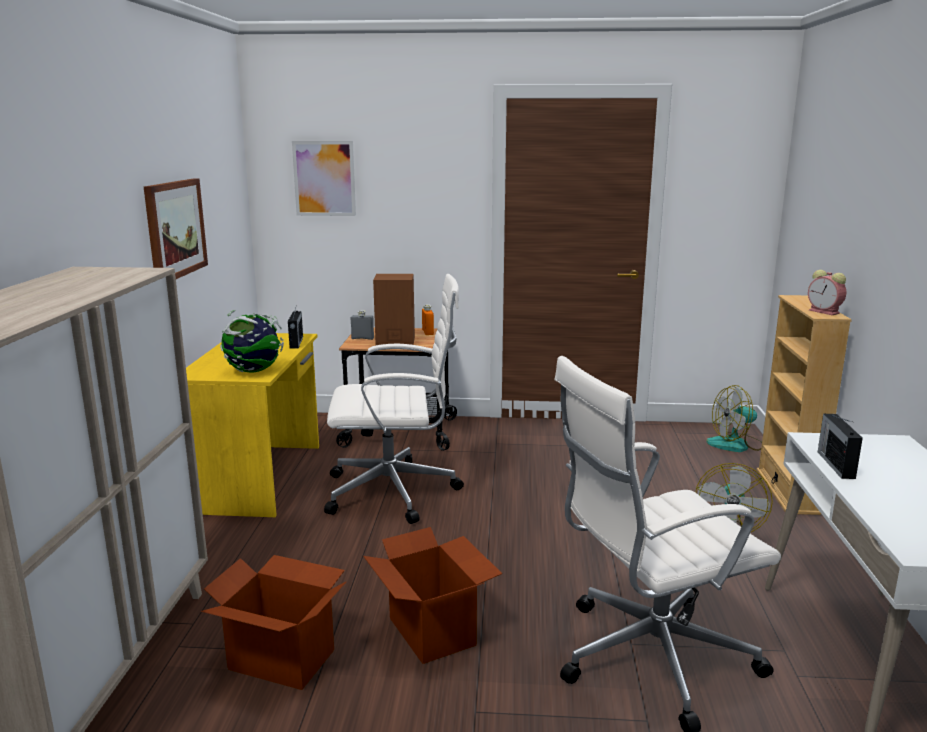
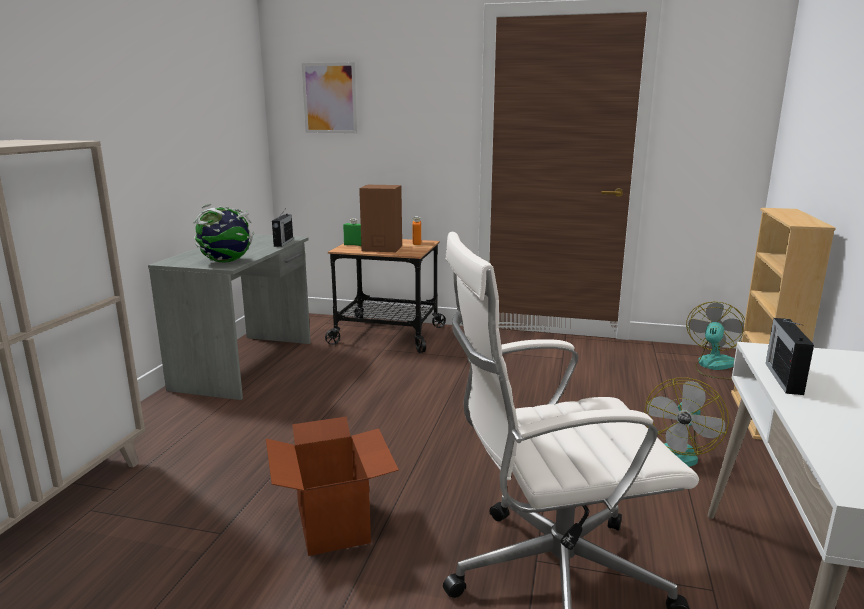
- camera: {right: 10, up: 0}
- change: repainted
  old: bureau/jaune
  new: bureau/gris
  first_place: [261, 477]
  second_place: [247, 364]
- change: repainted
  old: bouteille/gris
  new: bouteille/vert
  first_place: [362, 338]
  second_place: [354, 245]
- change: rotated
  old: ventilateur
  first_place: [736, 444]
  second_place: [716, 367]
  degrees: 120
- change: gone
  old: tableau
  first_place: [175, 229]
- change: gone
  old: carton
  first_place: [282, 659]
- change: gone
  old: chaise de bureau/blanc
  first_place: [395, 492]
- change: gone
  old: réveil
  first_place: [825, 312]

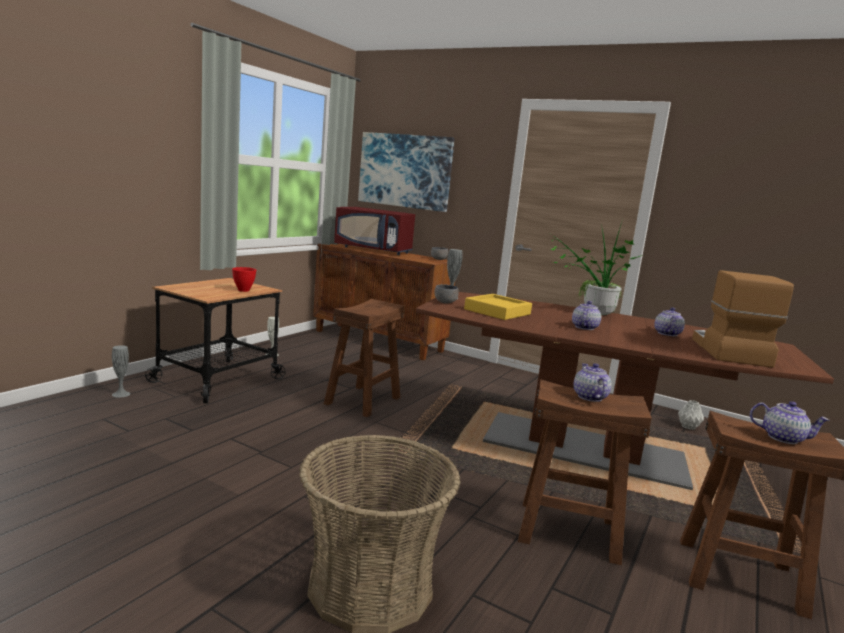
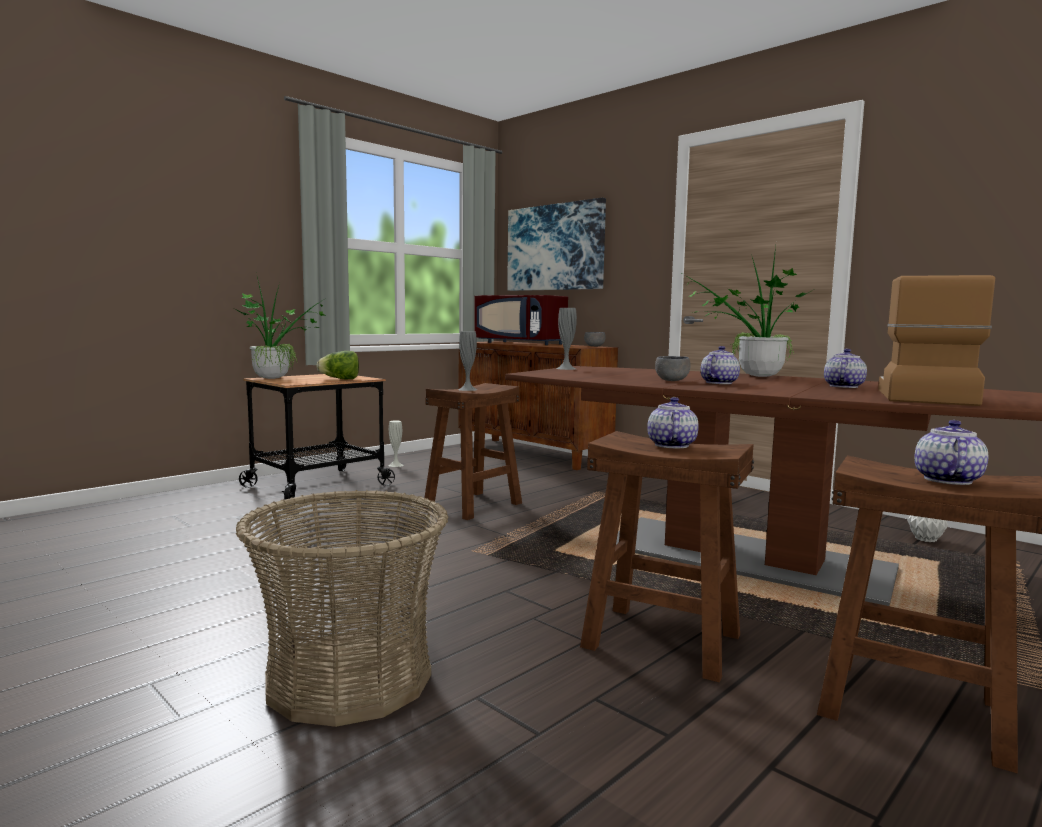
- camera: {right: 15, up: -5}
- change: new
  new: plante en pot
  second_place: [277, 378]
- change: swapped
  old: bol/rouge
  new: laitue
  first_place: [244, 290]
  second_place: [340, 379]
- change: shifted
  old: vase/gris
  first_place: [121, 394]
  second_place: [467, 389]
- change: shifted
  old: bol/gris
  first_place: [445, 303]
  second_place: [671, 381]
- change: rotated
  old: théière
  first_place: [783, 438]
  second_place: [946, 480]
  degrees: -105
- change: gone
  old: plateau/jaune
  first_place: [497, 312]

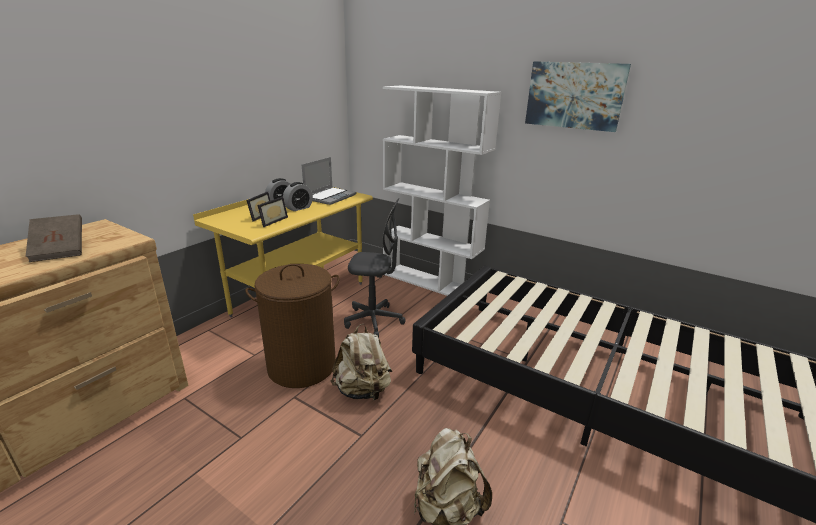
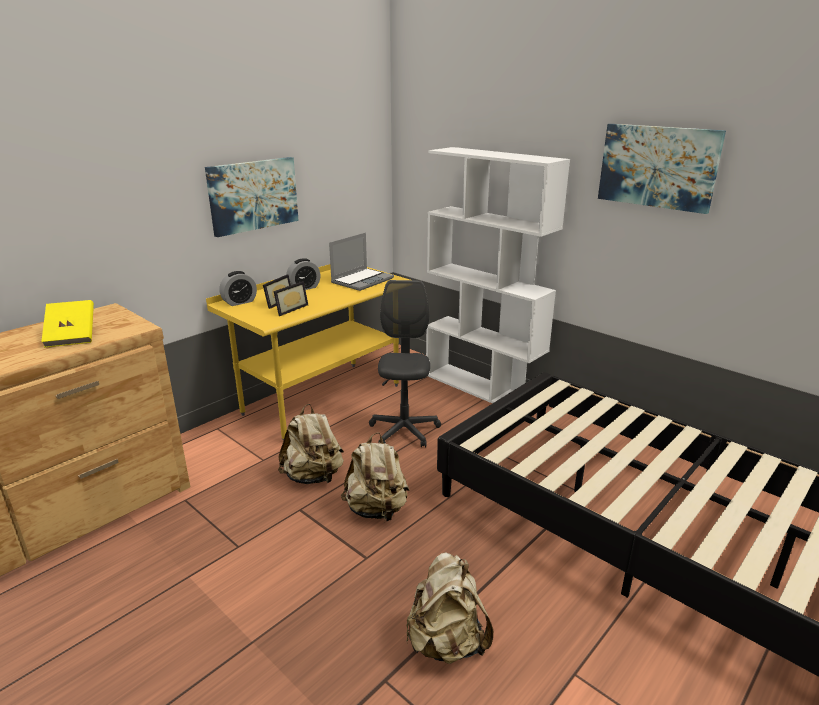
- camera: {right: 10, up: 0}
- change: repainted
  old: livre/marron
  new: livre/jaune
  first_place: [60, 250]
  second_place: [72, 336]
- change: new
  new: tableau
  second_place: [253, 195]
- change: shifted
  old: réveil
  first_place: [298, 208]
  second_place: [239, 302]
- change: swapped
  old: panier à linge/marron
  new: sac à dos/beige
  first_place: [302, 366]
  second_place: [313, 476]
- change: rotated
  old: chaise de bureau/gris
  first_place: [374, 320]
  second_place: [404, 431]
  degrees: -105

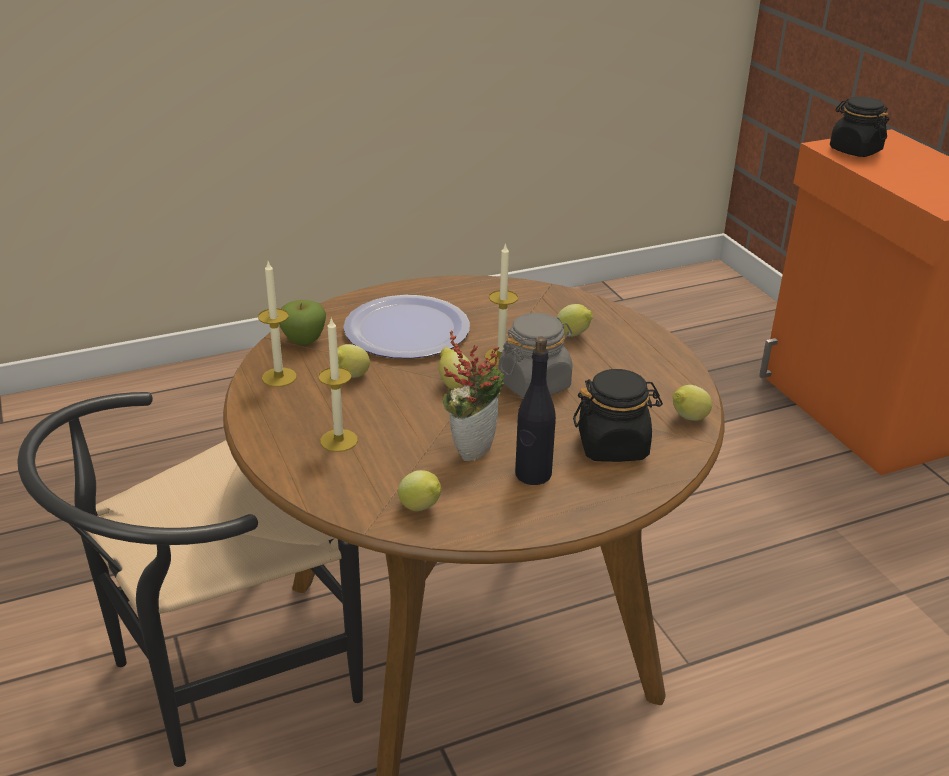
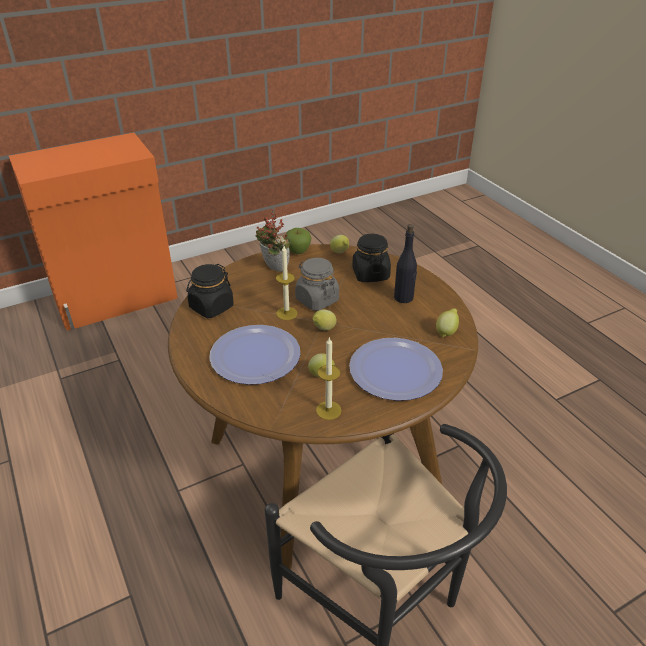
- camera: {right: -95, up: 5}
- change: shifted
  old: bocal/noir
  first_place: [854, 150]
  second_place: [211, 307]
- change: shifted
  old: plante en pot
  first_place: [472, 447]
  second_place: [273, 269]
- change: shifted
  old: pomme
  first_place: [303, 341]
  second_place: [298, 251]
- change: swapped
  old: bougie
  new: assiette
  first_place: [339, 440]
  second_place: [395, 370]
- change: gone
  old: citron
  first_place: [574, 335]

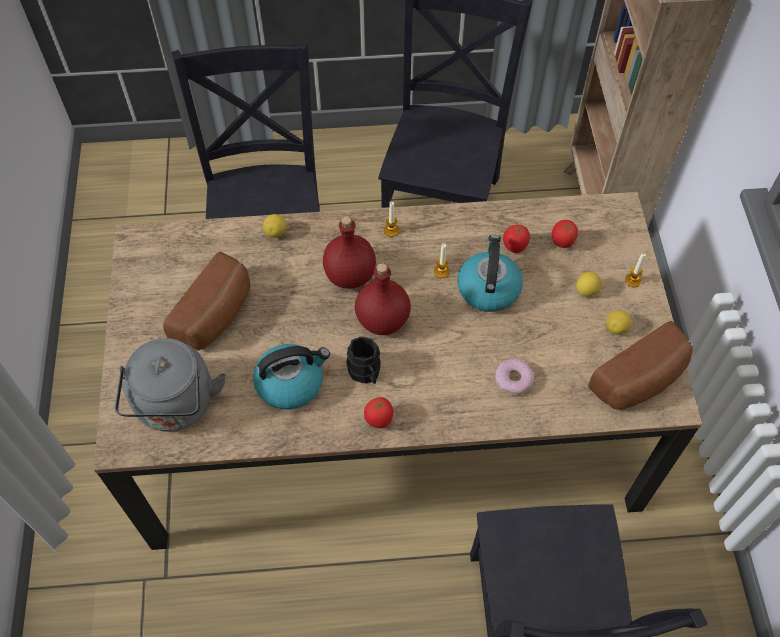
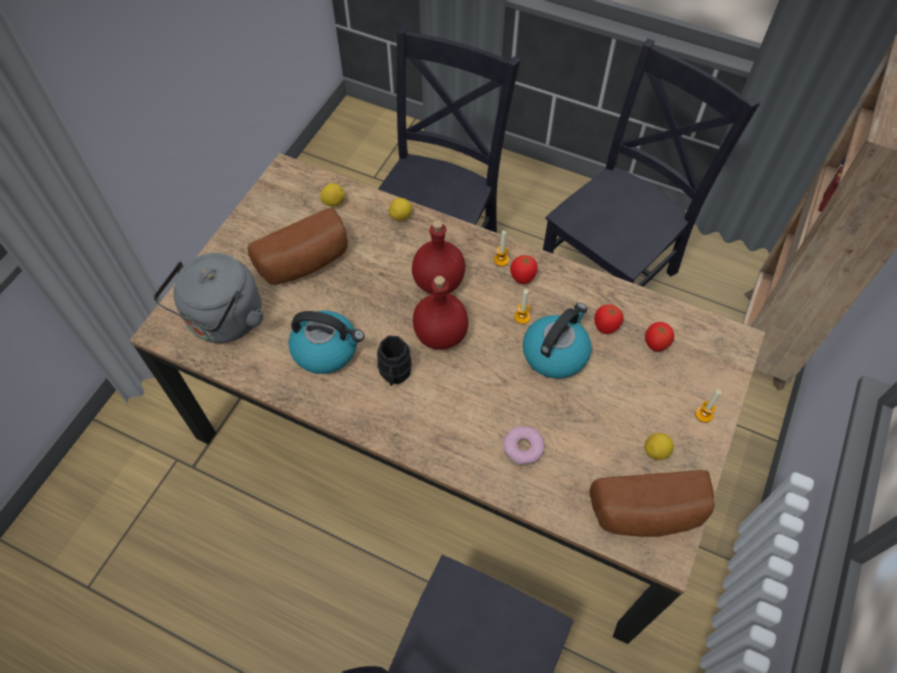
- camera: {right: 30, up: 0}
- change: shifted
  old: citron
  first_place: [586, 290]
  second_place: [333, 202]
- change: shifted
  old: tomate
  first_place: [379, 420]
  second_place: [522, 278]

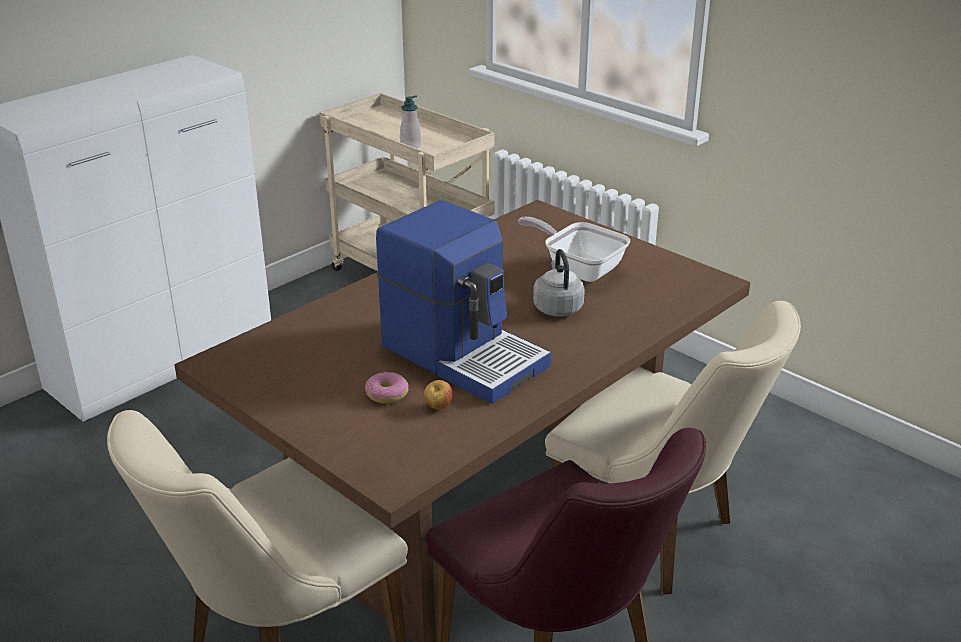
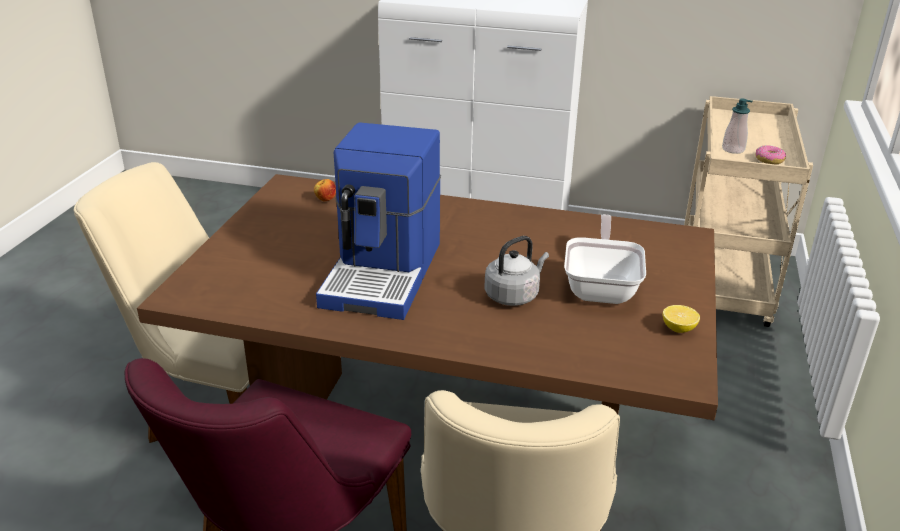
- camera: {right: 60, up: 0}
- change: shifted
  old: pomme
  first_place: [438, 407]
  second_place: [325, 200]
- change: new
  new: citron
  second_place: [678, 329]
- change: shifted
  old: beignet
  first_place: [386, 394]
  second_place: [769, 160]

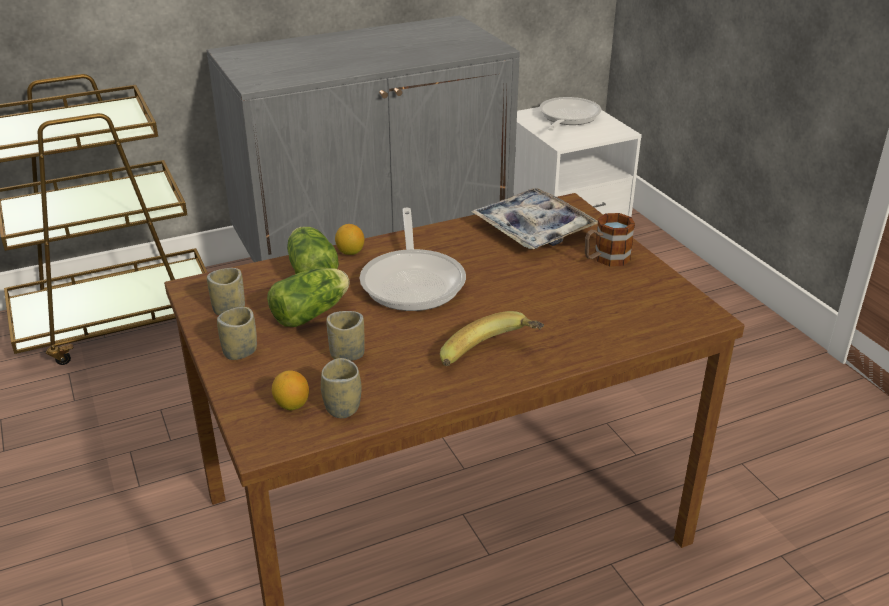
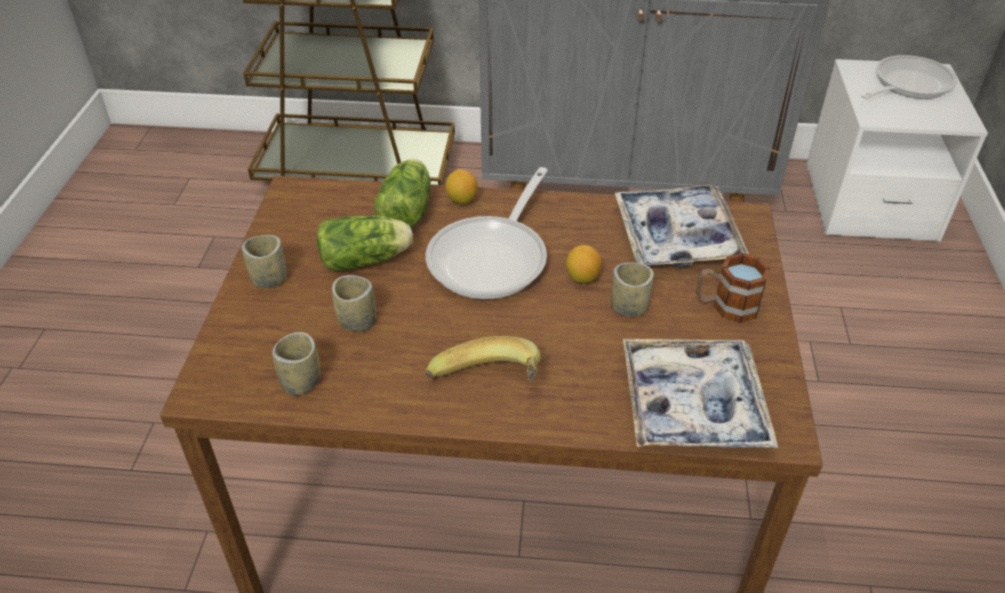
- camera: {right: 30, up: 10}
- change: shifted
  old: citron
  first_place: [292, 405]
  second_place: [582, 278]
- change: shifted
  old: tasse
  first_place: [229, 309]
  second_place: [629, 307]
- change: new
  new: plateau
  second_place: [692, 404]

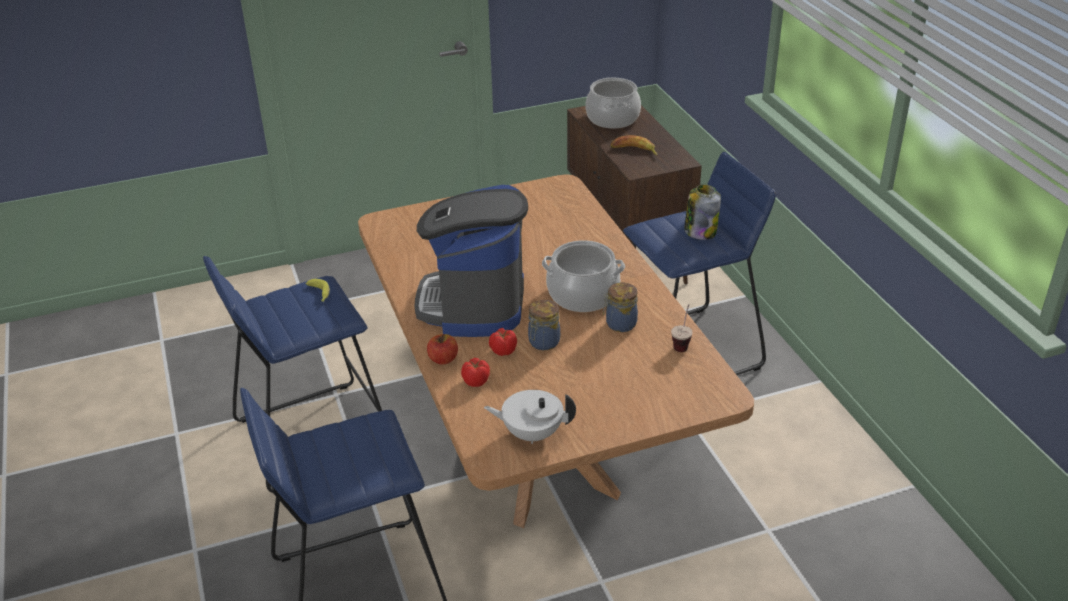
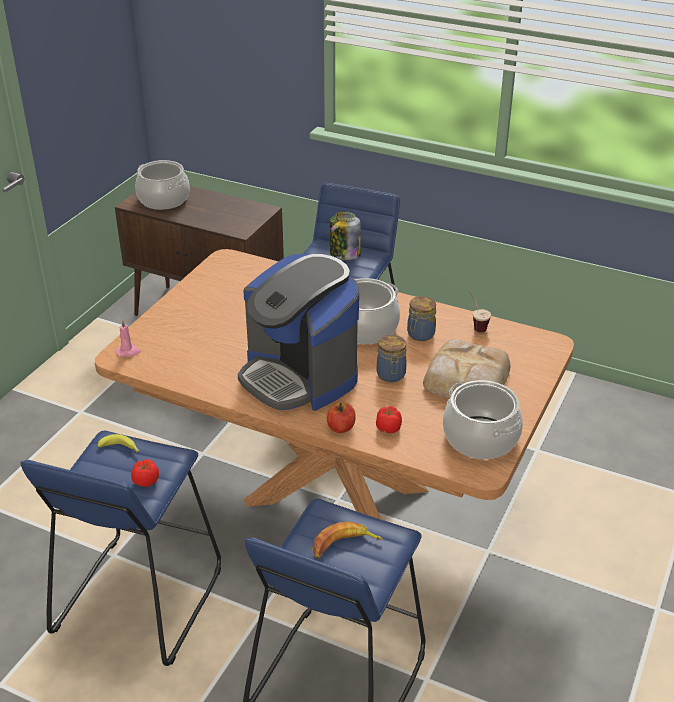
- camera: {right: -45, up: 0}
- change: new
  new: bougie/rose
  second_place: [128, 352]
- change: shifted
  old: tomate
  first_place: [503, 350]
  second_place: [145, 481]
- change: shifted
  old: banane
  first_place: [634, 150]
  second_place: [343, 545]
- change: new
  new: pain
  second_place: [465, 379]
- change: swapped
  old: théière/blanc
  new: marmite
  first_place: [532, 433]
  second_place: [480, 438]

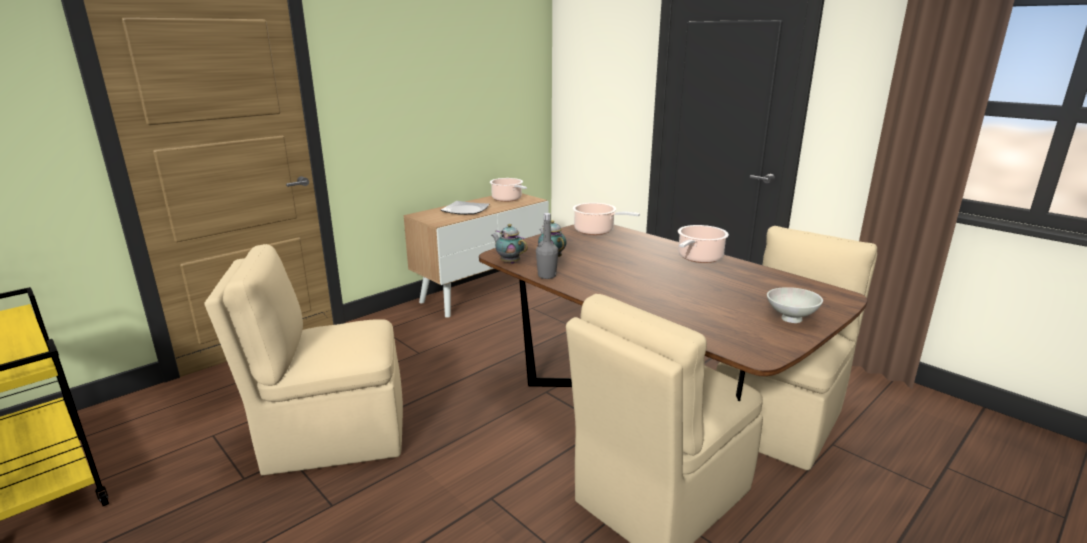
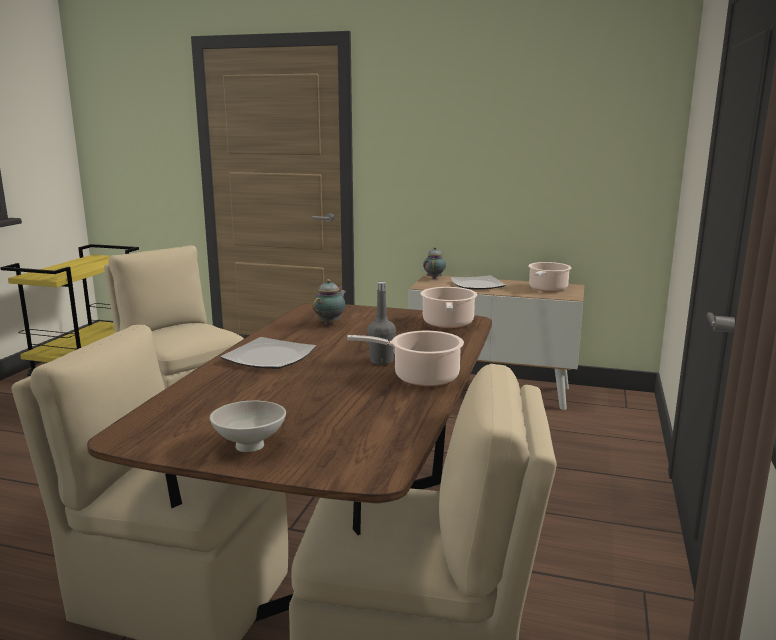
- camera: {right: 60, up: -5}
- change: new
  new: assiette
  second_place: [270, 357]
- change: shifted
  old: bouteille/gris
  first_place: [547, 276]
  second_place: [381, 361]
- change: shifted
  old: théière
  first_place: [509, 262]
  second_place: [434, 278]

